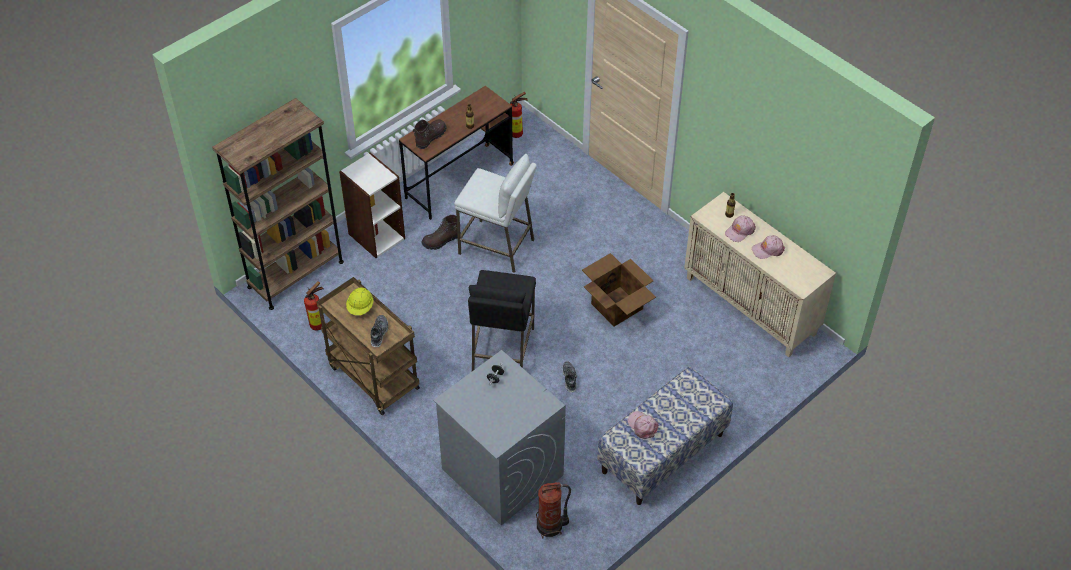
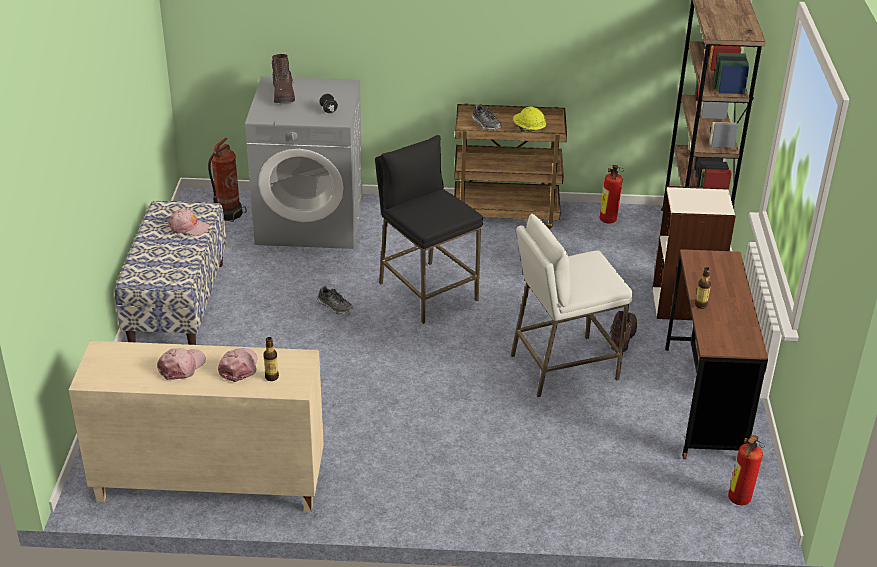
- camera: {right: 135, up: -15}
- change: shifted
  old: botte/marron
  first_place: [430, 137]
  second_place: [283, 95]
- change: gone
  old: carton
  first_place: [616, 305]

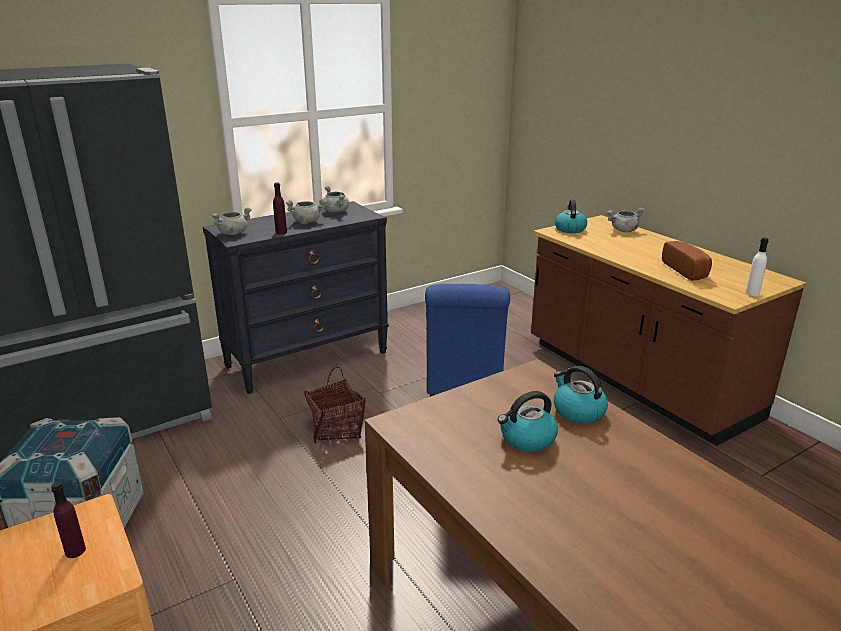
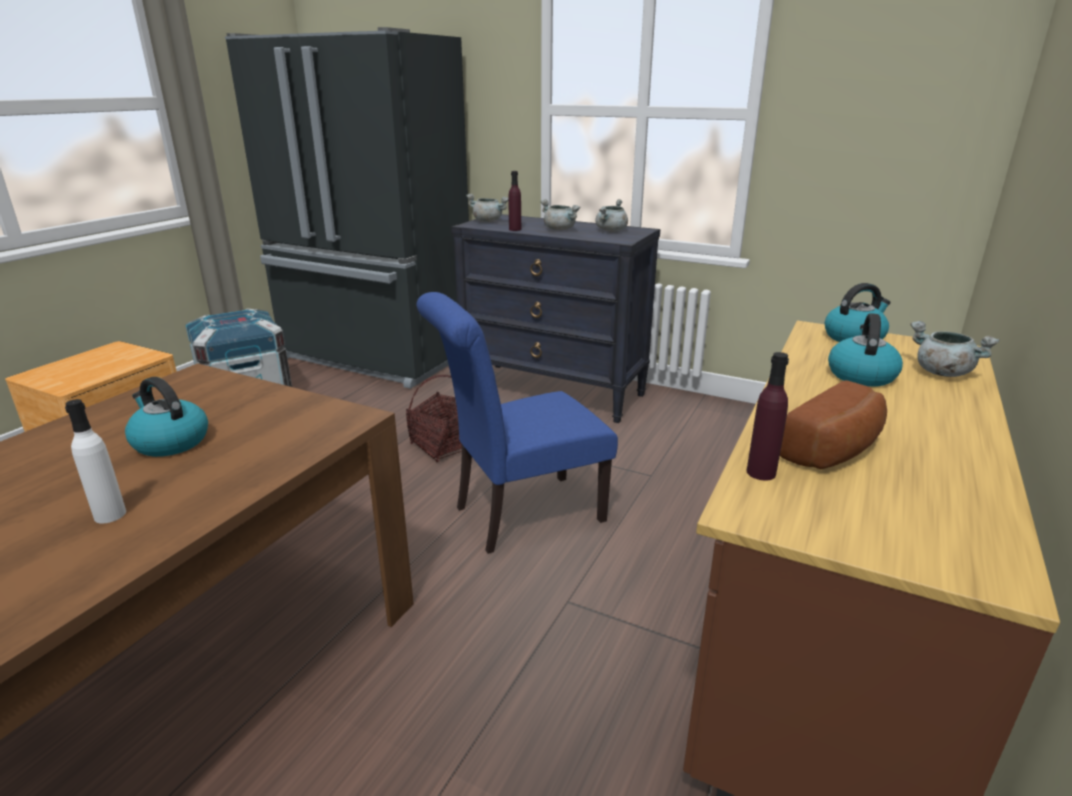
- camera: {right: 60, up: 0}
- change: shifted
  old: bouteille/blanc
  first_place: [752, 293]
  second_place: [110, 515]
- change: shifted
  old: bouteille/violet
  first_place: [75, 551]
  second_place: [761, 472]
- change: shifted
  old: bouilloire
  first_place: [578, 411]
  second_place: [860, 375]

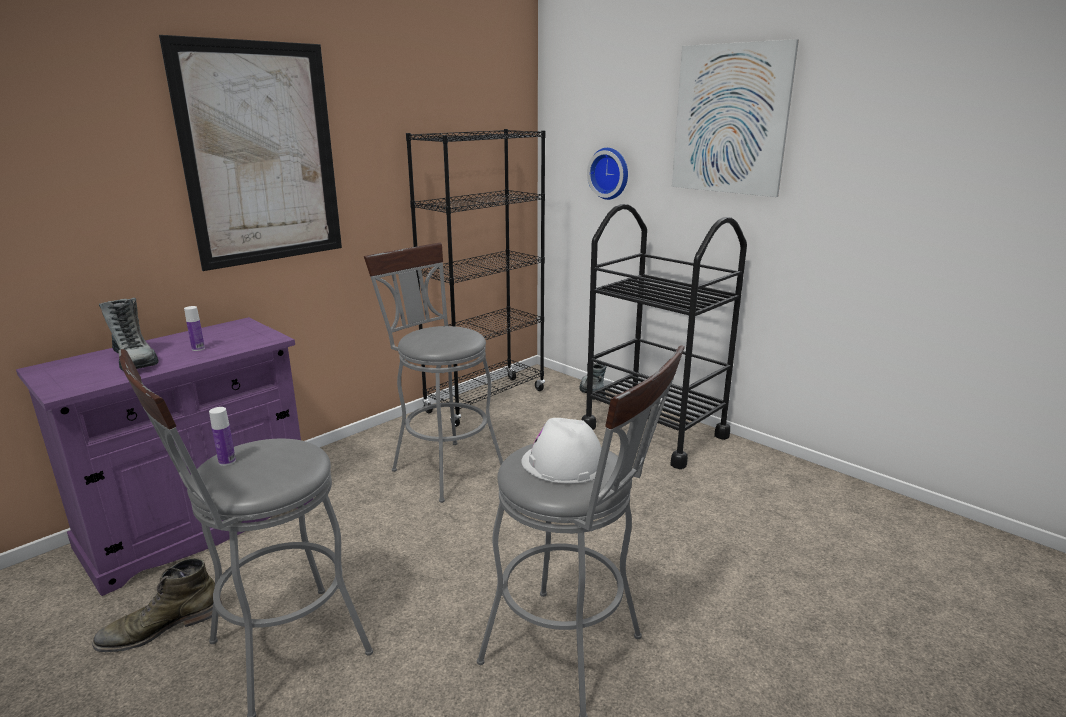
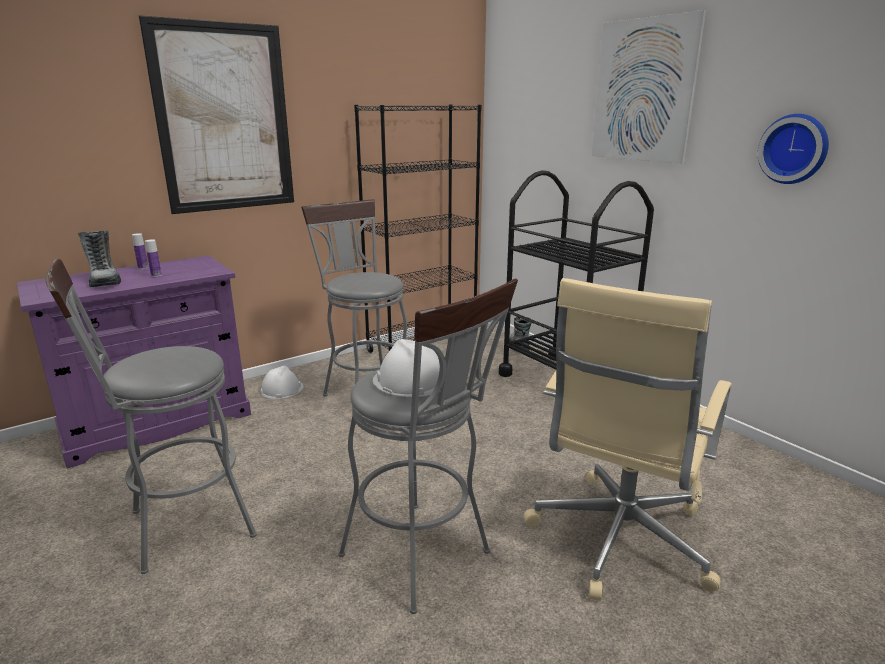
- camera: {right: 10, up: 0}
- change: shifted
  old: bouteille
  first_place: [227, 461]
  second_place: [143, 268]
- change: new
  new: casque de chantier/blanc
  second_place: [282, 389]
- change: new
  new: chaise de bureau/beige
  second_place: [618, 541]
- change: shifted
  old: horloge murale
  first_place: [610, 173]
  second_place: [794, 149]
- change: gone
  old: botte/vert
  first_place: [161, 627]

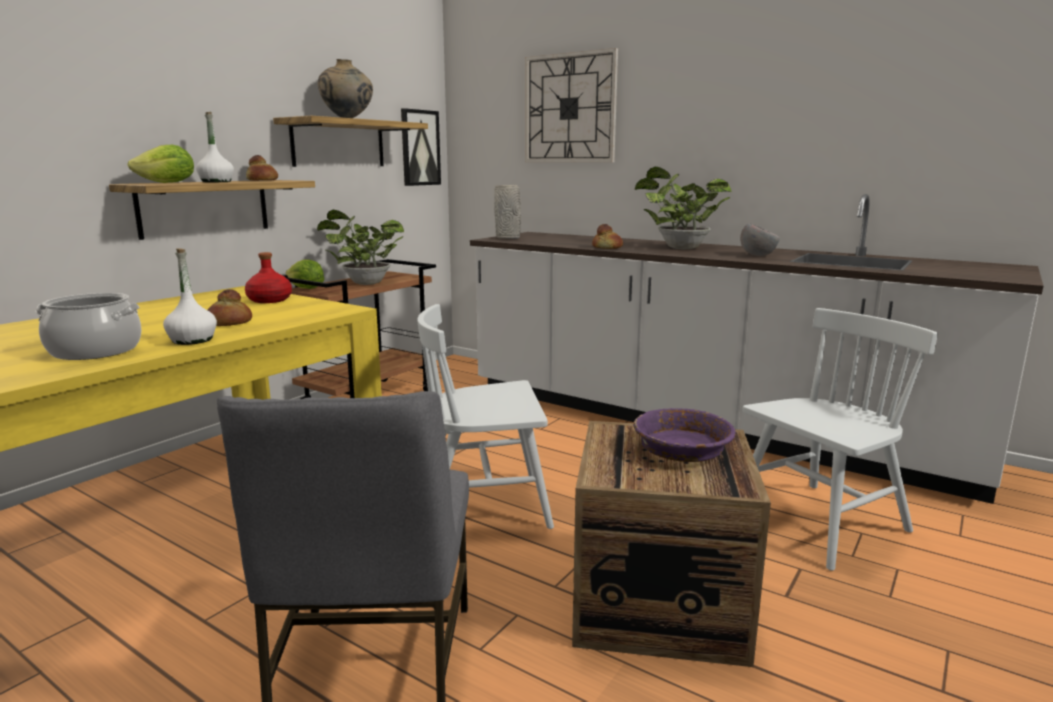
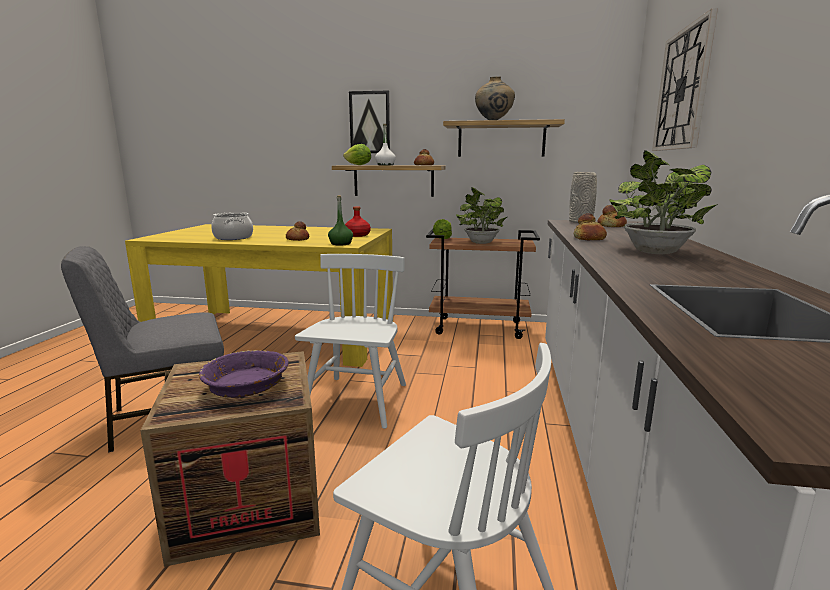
- camera: {right: 65, up: 0}
- change: rotated
  old: chaise/blanc
  first_place: [484, 504]
  second_place: [357, 401]
  degrees: 45
- change: new
  new: bouteille/vert
  second_place: [341, 244]
- change: shifted
  old: tableau
  first_place: [420, 148]
  second_place: [370, 122]
- change: new
  new: pain
  second_place: [611, 226]
- change: gone
  old: bouteille/blanc
  first_place: [193, 340]
- change: gone
  old: bol/gris
  first_place: [757, 255]

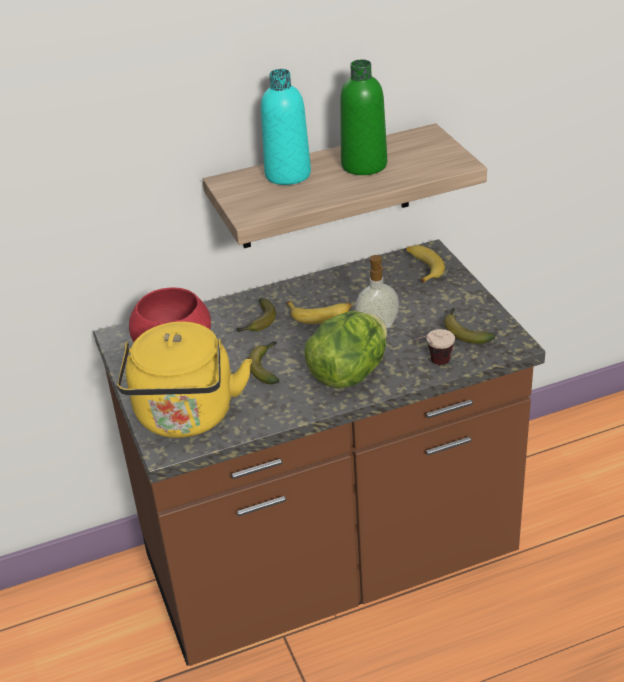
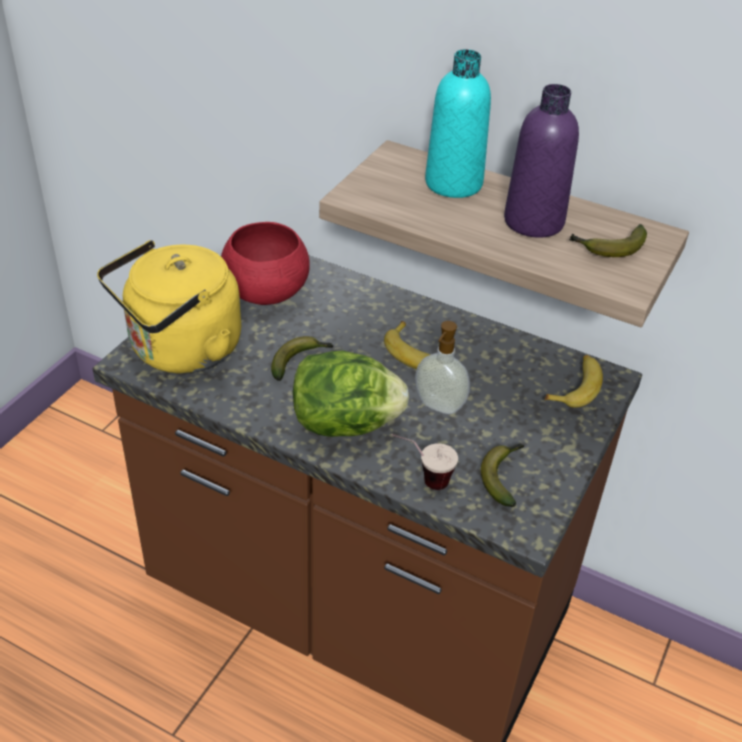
- camera: {right: 45, up: 5}
- change: repainted
  old: bouteille/vert
  new: bouteille/violet
  first_place: [364, 165]
  second_place: [533, 221]
- change: shifted
  old: banane
  first_place: [258, 323]
  second_place: [608, 248]

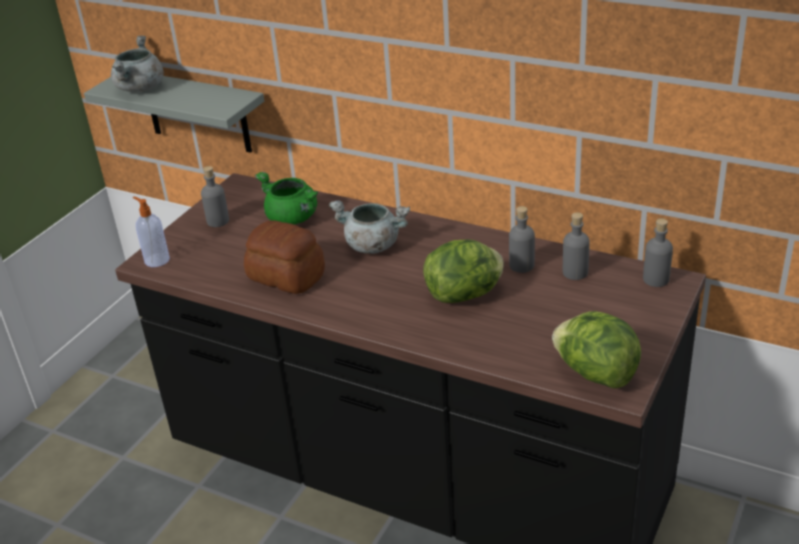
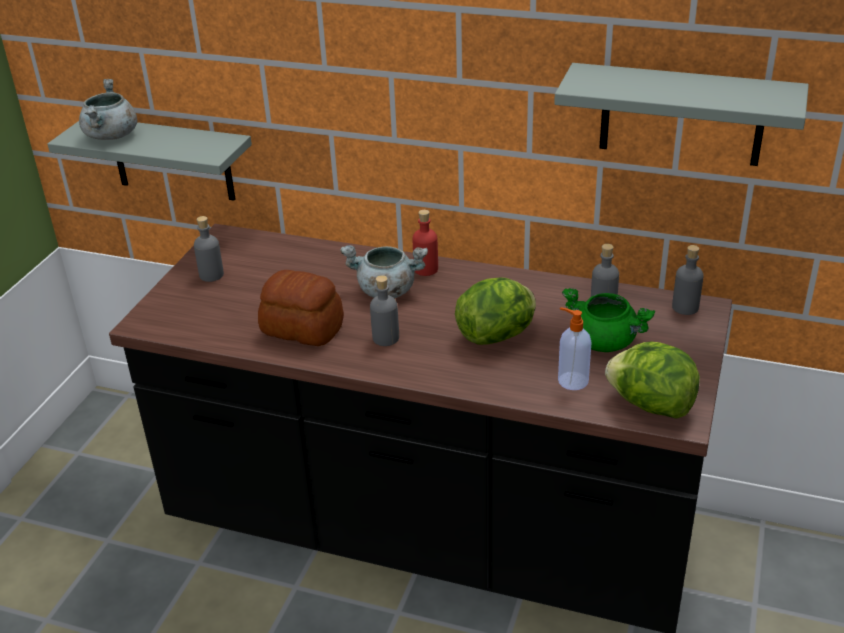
- camera: {right: -10, up: 0}
- change: shifted
  old: bouteille/gris
  first_place: [521, 265]
  second_place: [385, 338]
- change: new
  new: bouteille/rouge
  second_place: [426, 269]
- change: new
  new: étagère/gris
  second_place: [681, 115]
- change: shifted
  old: distributeur de savon
  first_place: [156, 260]
  second_place: [572, 380]
- change: shifted
  old: marmite/vert
  first_place: [293, 219]
  second_place: [605, 342]

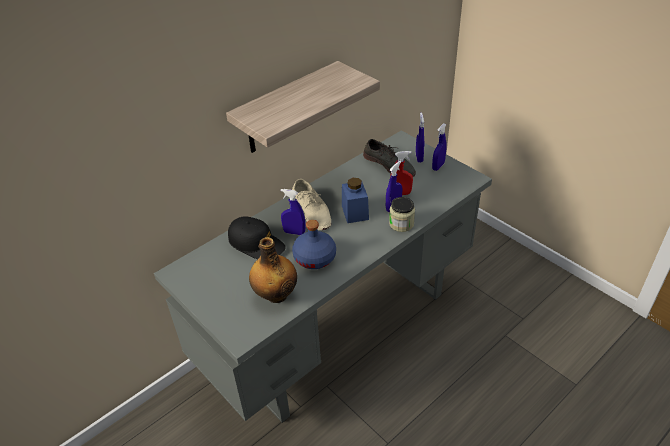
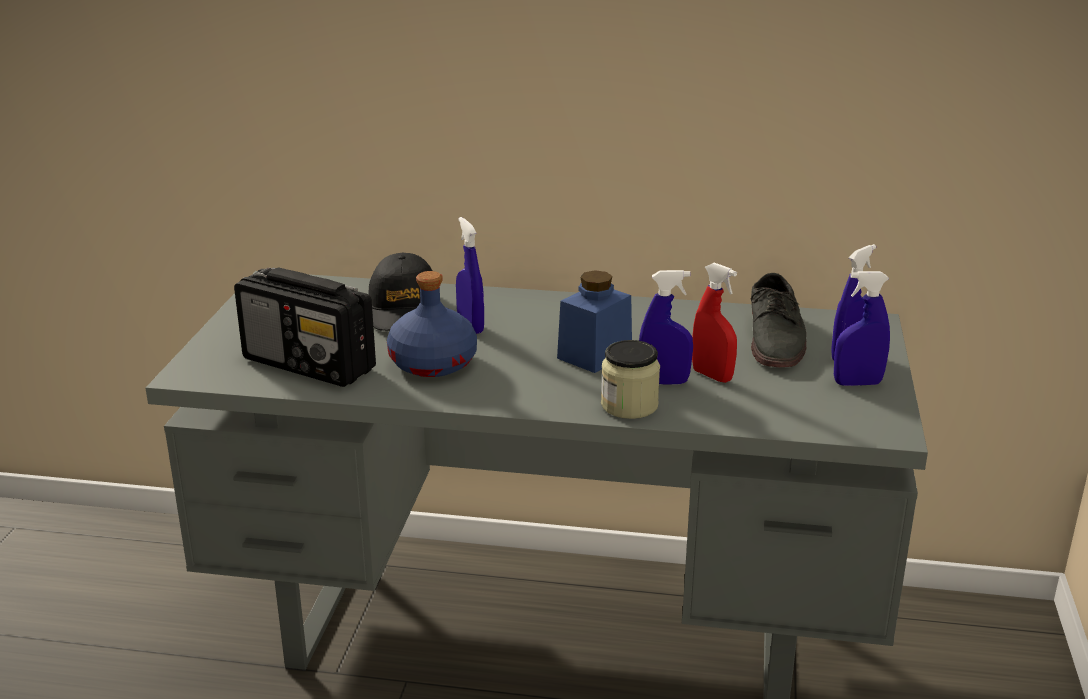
- camera: {right: 50, up: -15}
- change: swapped
  old: bouteille
  new: radio
  first_place: [276, 294]
  second_place: [310, 365]
- change: gone
  old: étagère
  first_place: [287, 109]
- change: gone
  old: chaussure/beige
  first_place: [312, 210]

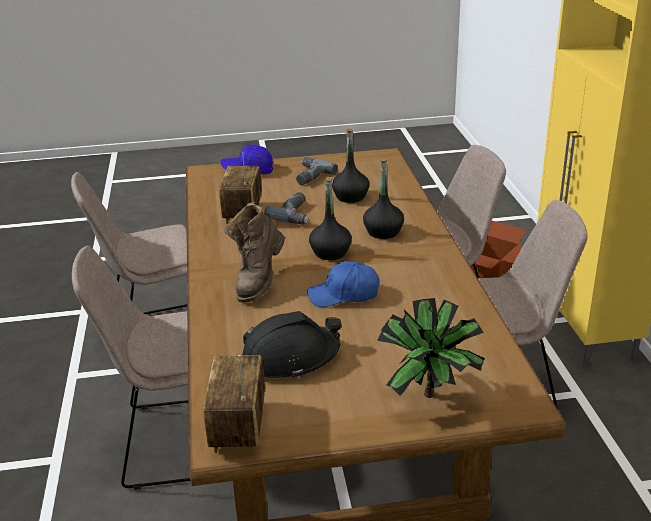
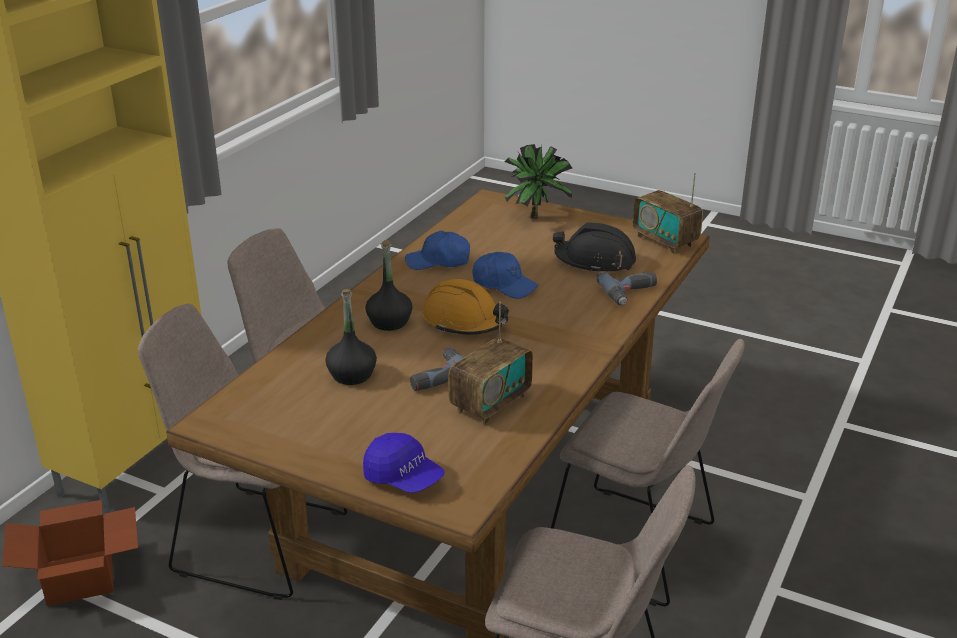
- camera: {right: -145, up: 0}
- change: new
  new: casquette/bleu
  second_place: [438, 261]
- change: swapped
  old: bouteille/noir
  new: casque de chantier/orange
  first_place: [330, 252]
  second_place: [465, 322]
- change: shifted
  old: perceuse
  first_place: [308, 176]
  second_place: [632, 294]
- change: rotated
  old: radio
  first_place: [239, 427]
  second_place: [665, 241]
  degrees: 105
- change: gone
  old: botte/marron
  first_place: [259, 282]

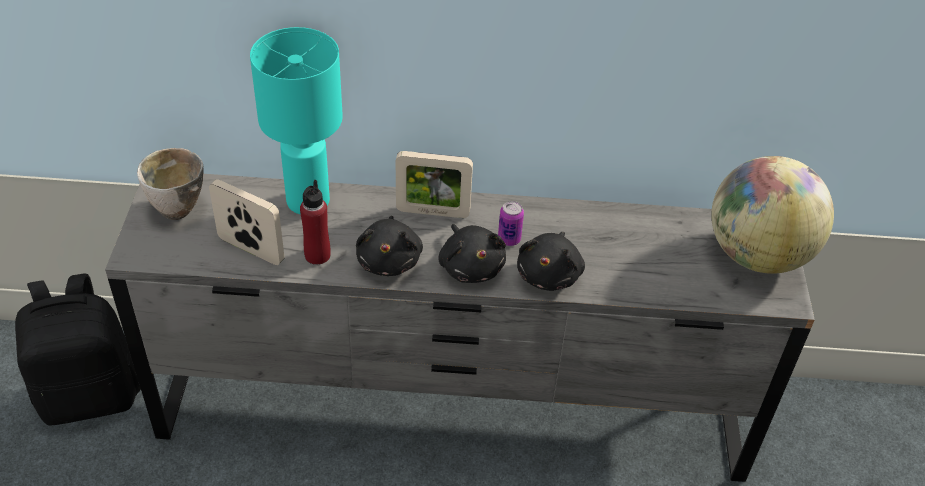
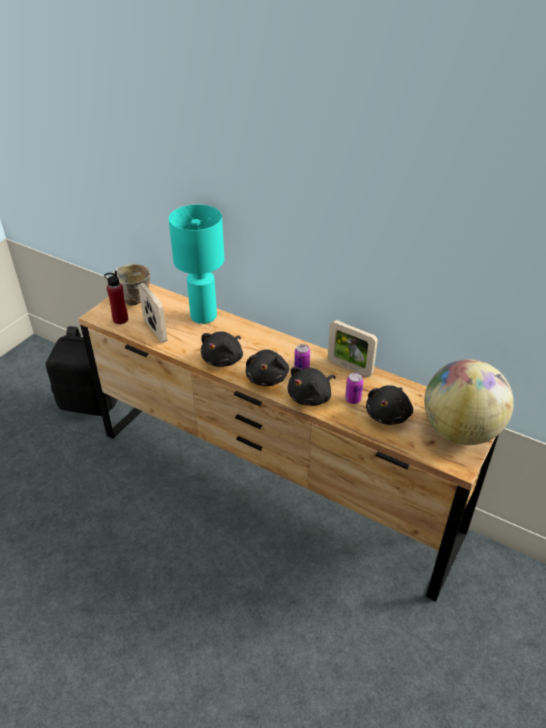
- camera: {right: 30, up: -5}
- change: repainted
  old: commode/gris
  new: commode/marron
  first_place: [453, 409]
  second_place: [273, 482]
- change: shifted
  old: bouteille/rouge
  first_place: [317, 255]
  second_place: [120, 319]
- change: shifted
  old: cadre photo
  first_place: [433, 212]
  second_place: [349, 367]
- change: new
  new: boîte métallique
  second_place: [353, 399]
- change: new
  new: peluche/noir
  second_place: [388, 415]

